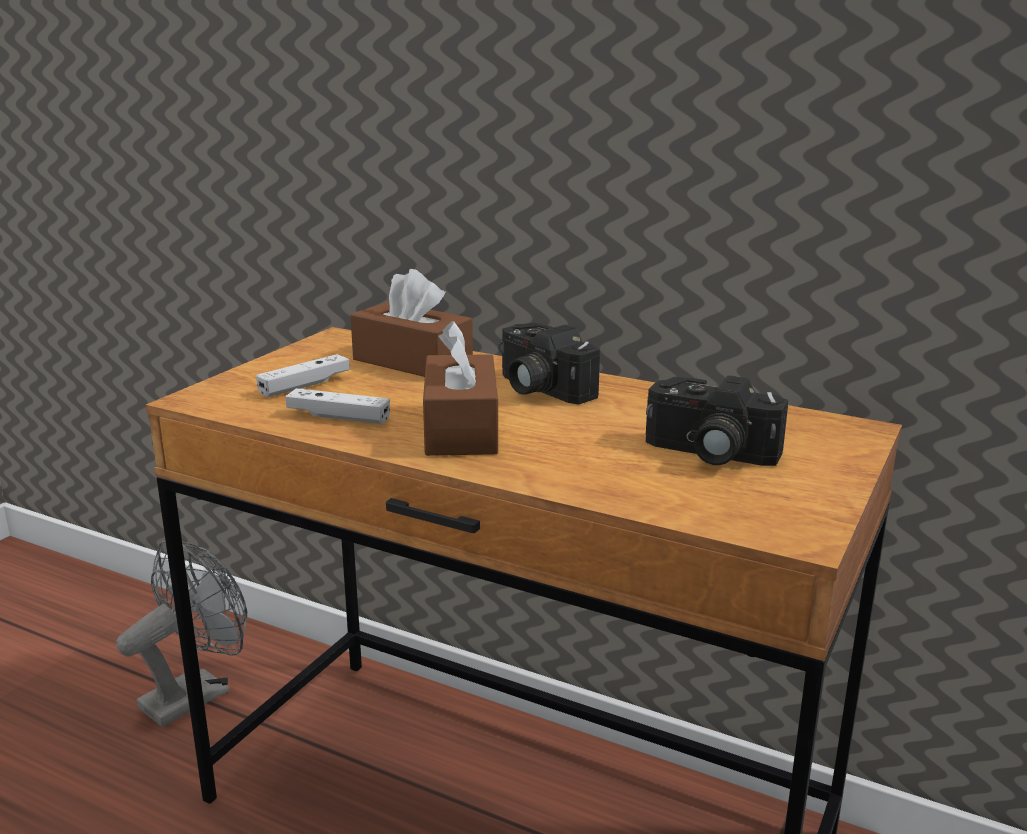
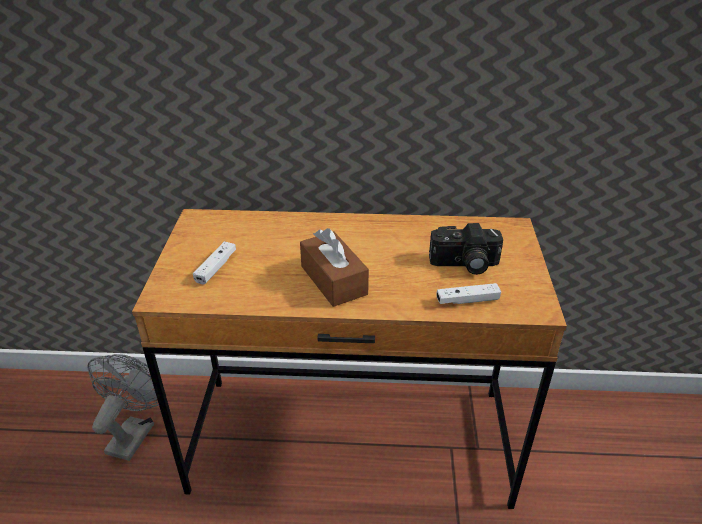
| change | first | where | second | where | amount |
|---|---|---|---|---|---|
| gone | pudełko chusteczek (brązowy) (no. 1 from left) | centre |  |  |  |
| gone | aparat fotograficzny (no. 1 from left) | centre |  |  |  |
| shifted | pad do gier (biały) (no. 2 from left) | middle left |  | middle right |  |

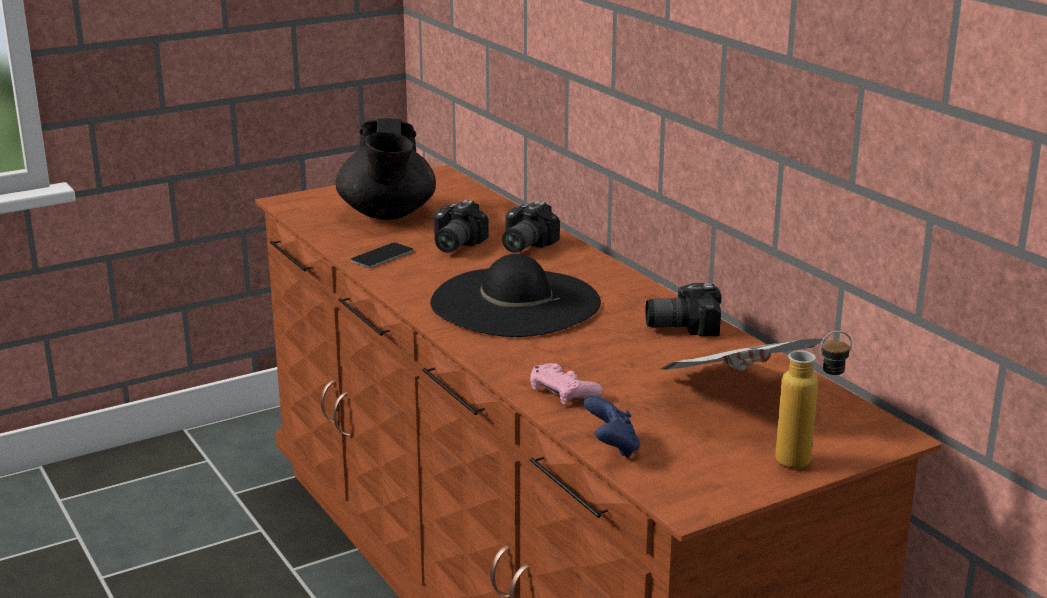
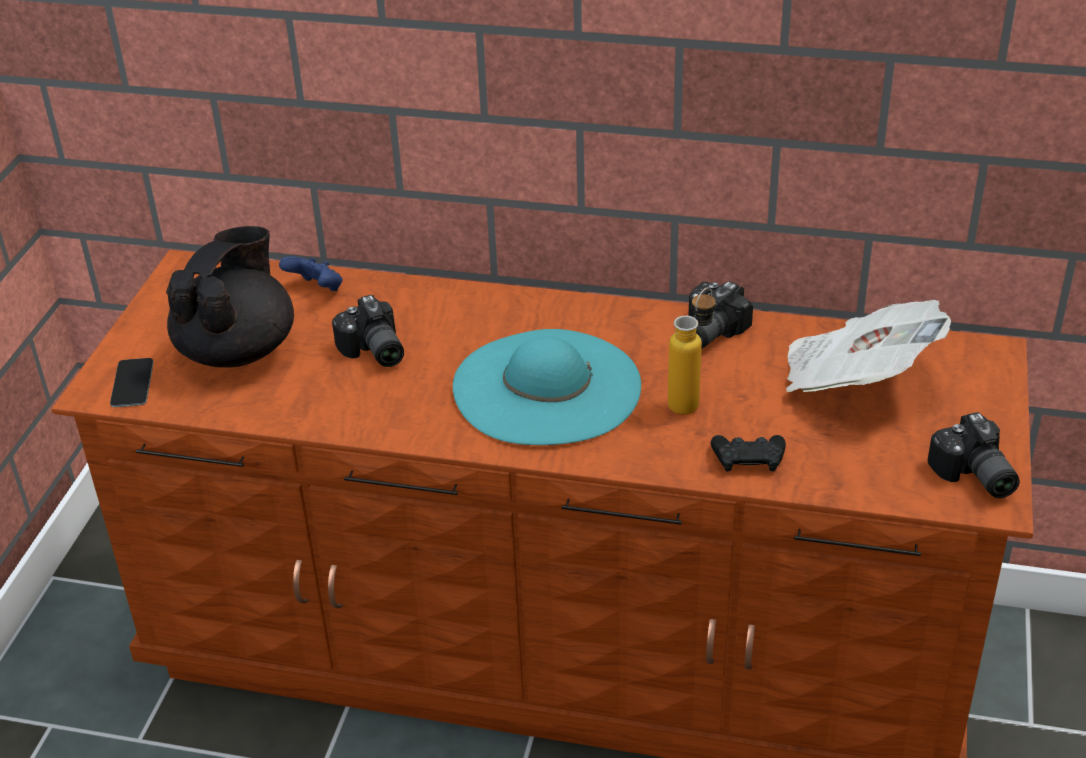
| change | first | where | second | where | amount |
|---|---|---|---|---|---|
| rotated | imbryk (czarny) | top centre |  | middle left | 105 degrees counterclockwise |
| shifted | aparat fotograficzny (no. 2 from left in the first image) | centre | aparat fotograficzny (no. 3 from left) | middle right |  |
| shifted | telefon | centre |  | middle left |  |
| repainted | kapelusz (czarny) | centre | kapelusz (turkusowy) | centre |  |
| shifted | butelka | bottom right |  | centre |  |
| repainted | pad do gier (różowy) | centre | pad do gier (czarny) | middle right |  |
| shifted | pad do gier (niebieski) | bottom centre |  | middle left |  |

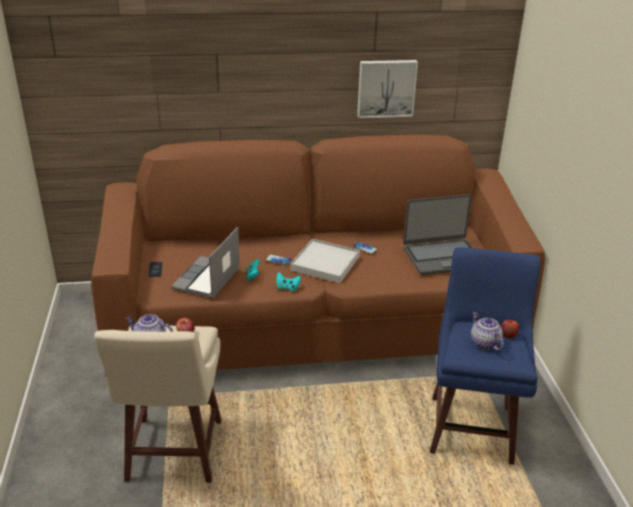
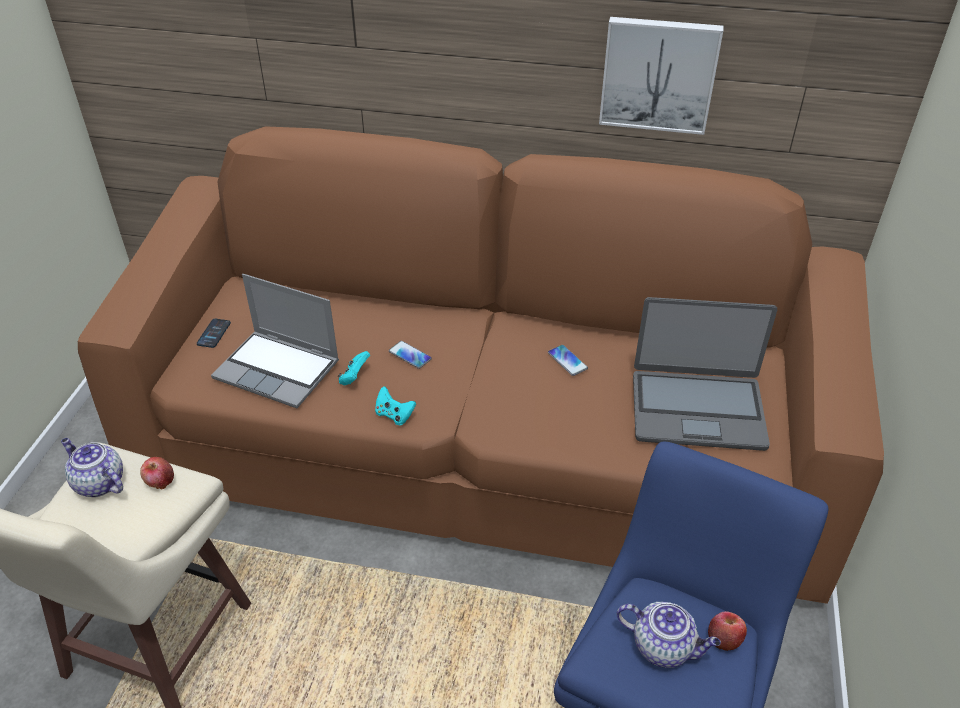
| change | first | where | second | where | amount |
|---|---|---|---|---|---|
| rotated | laptop (no. 1 from left) | middle left |  | middle left | 105 degrees counterclockwise |
| gone | taca (biały) | centre |  |  |  |
| rotated | imbryk (no. 2 from left) | middle right |  | bottom right | 120 degrees clockwise |

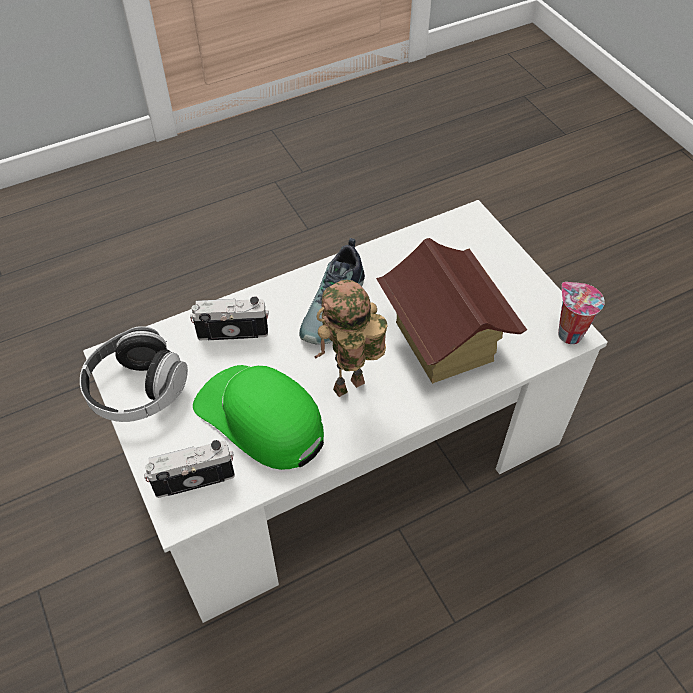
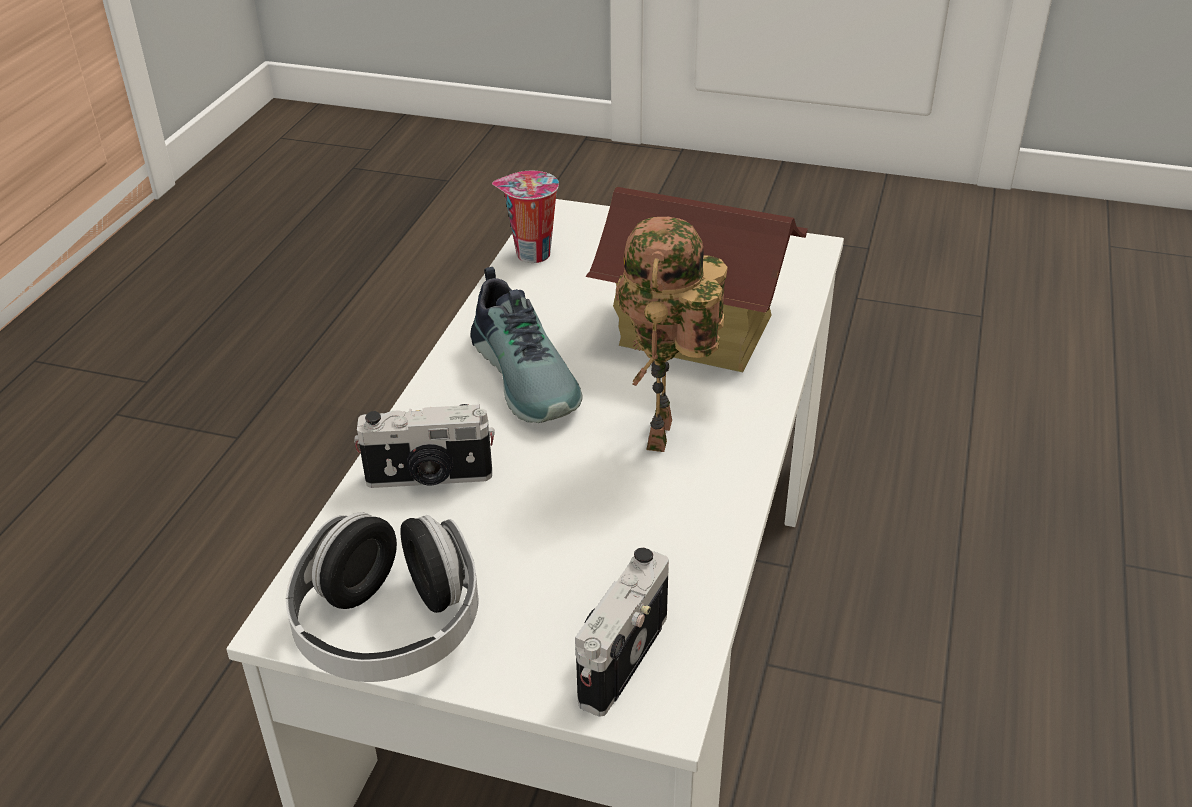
| change | first | where | second | where | amount |
|---|---|---|---|---|---|
| shifted | filiżanka | middle right |  | top centre |  |
| rotated | aparat fotograficzny (no. 2 from left in the first image) | middle left | aparat fotograficzny (no. 1 from left) | centre | 135 degrees counterclockwise |
| gone | czapka z daszkiem (zielony) | centre |  |  |  |

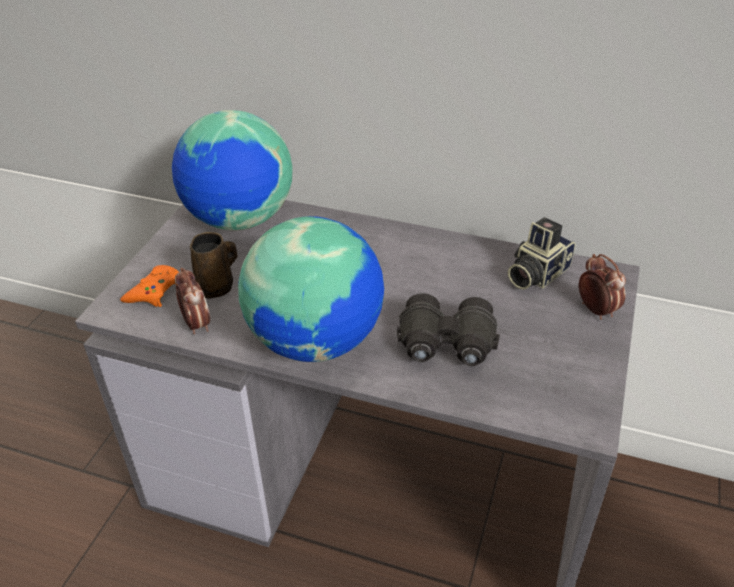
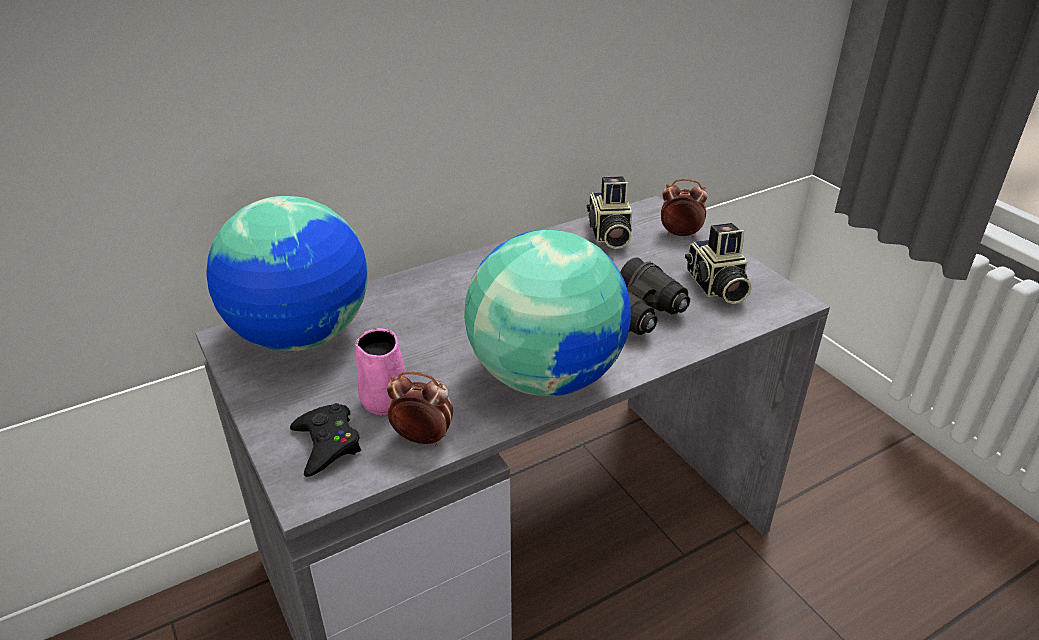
| change | first | where | second | where | amount |
|---|---|---|---|---|---|
| repainted | kubek (brązowy) | middle left | kubek (różowy) | centre |  |
| repainted | pad do gier (pomarańczowy) | middle left | pad do gier (czarny) | bottom left |  |
| new |  |  | aparat fotograficzny (no. 2 from left) | middle right |  |

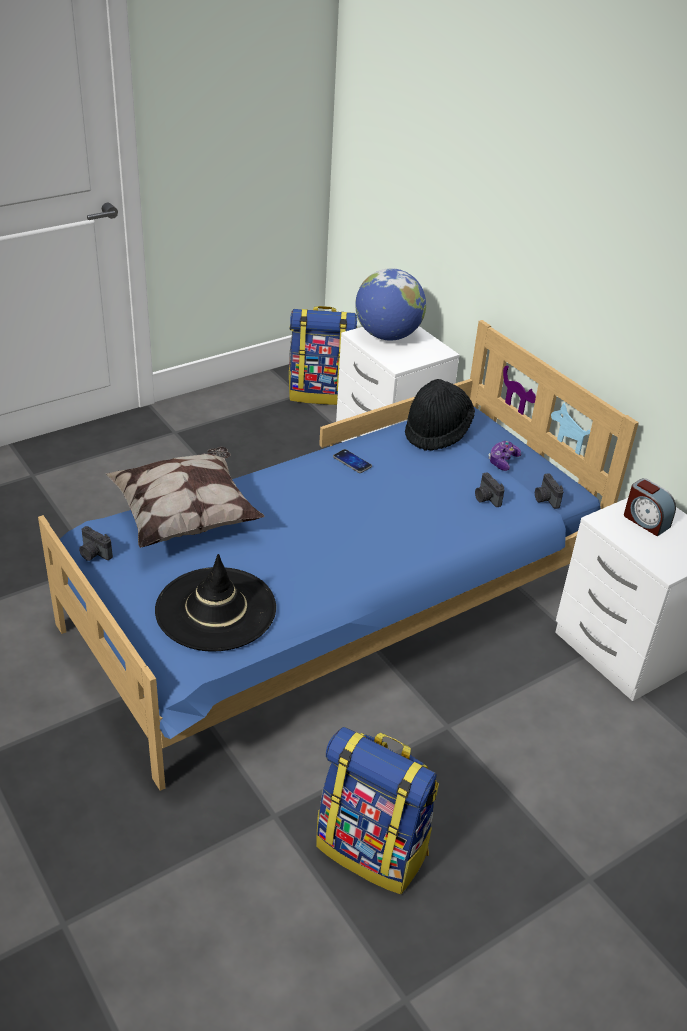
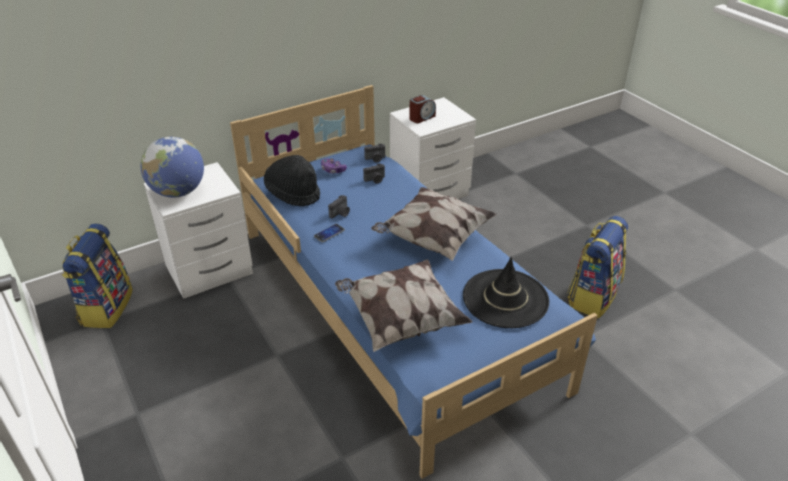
| change | first | where | second | where | amount |
|---|---|---|---|---|---|
| shifted | aparat fotograficzny (no. 1 from left) | middle left |  | centre |  |
| new |  |  | poduszka (no. 2 from left) | centre |  |

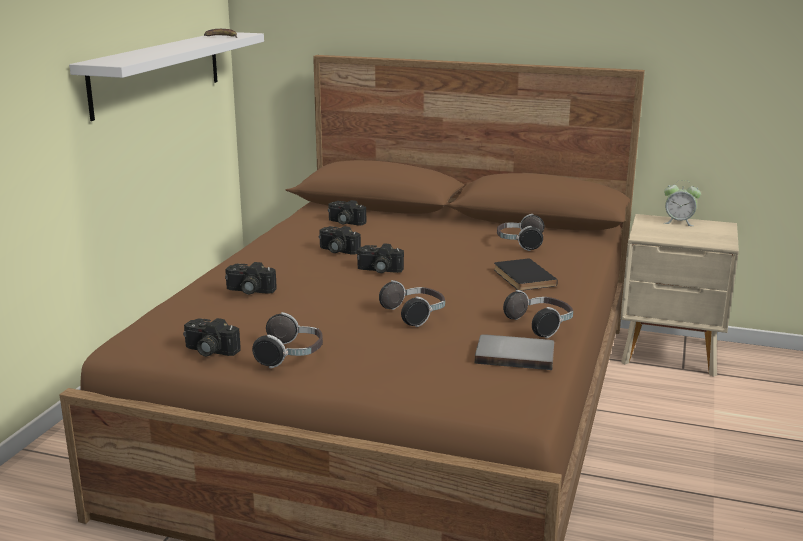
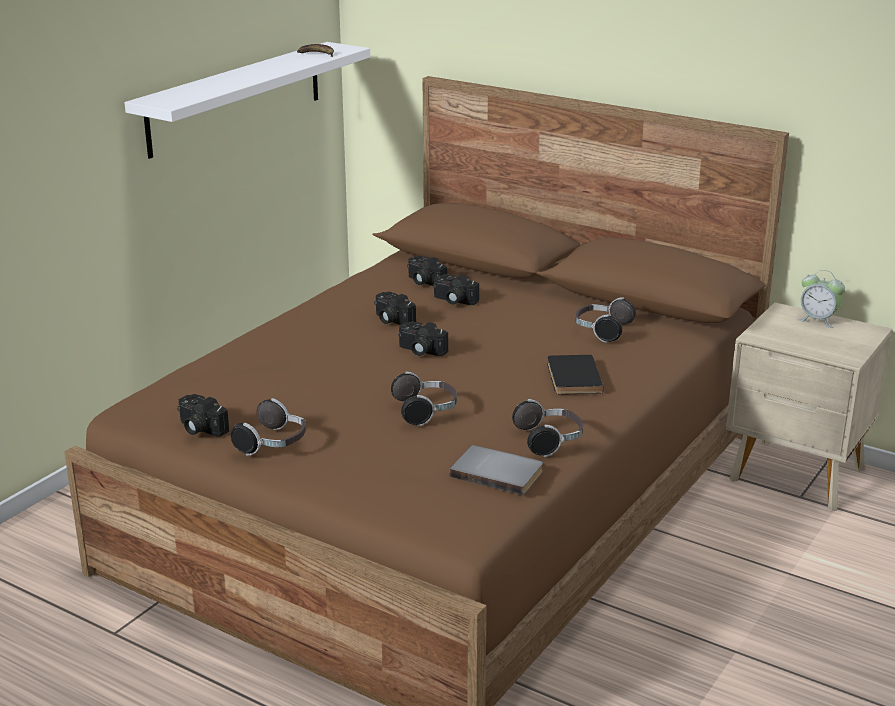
| change | first | where | second | where | amount |
|---|---|---|---|---|---|
| shifted | aparat fotograficzny (no. 2 from left in the first image) | middle left | aparat fotograficzny (no. 5 from left) | centre |  |

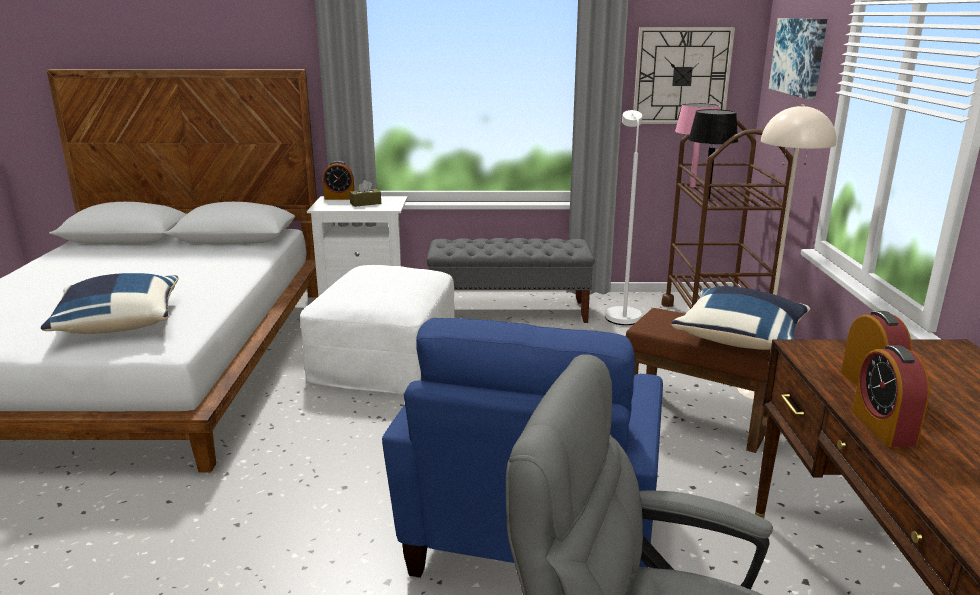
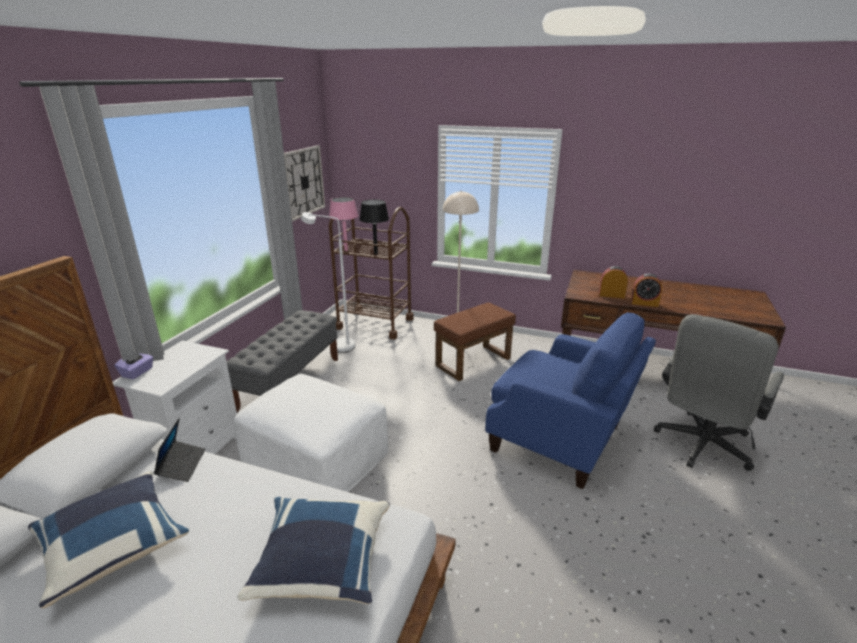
| change | first | where | second | where | amount |
|---|---|---|---|---|---|
| gone | obraz | top right |  |  |  |
| swapped | budzik (no. 1 from left) | top centre | pudełko chusteczek (fioletowy) | middle left |  |
| gone | pudełko chusteczek (brązowy) | top centre |  |  |  |
| shifted | poduszka (niebieski) (no. 2 from left in the first image) | middle right | poduszka (niebieski) (no. 1 from left) | bottom left |  |
| new |  |  | laptop | bottom left |  |

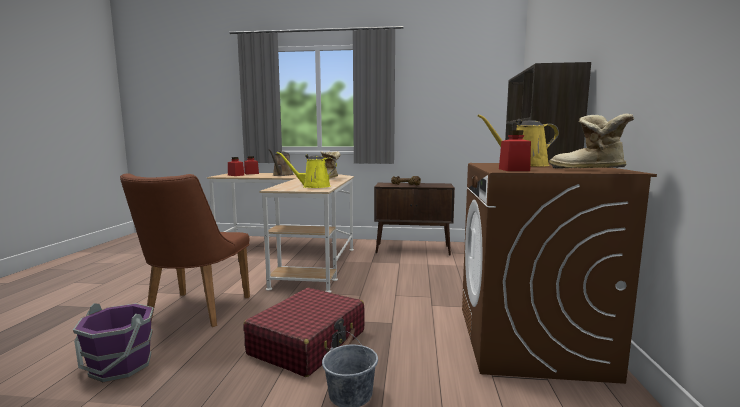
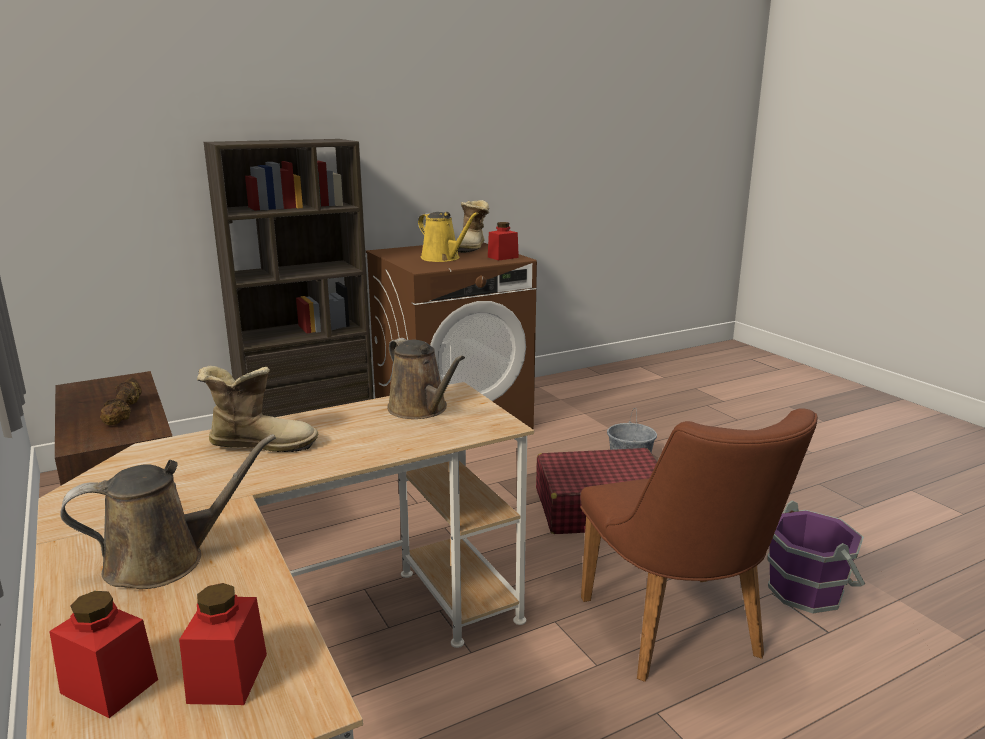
| change | first | where | second | where | amount |
|---|---|---|---|---|---|
| repainted | konewka (żółty) (no. 1 from left) | centre | konewka (brązowy) (no. 2 from left) | centre |  |
| rotated | krzesło (brązowy) | middle left |  | bottom right | 105 degrees clockwise |

